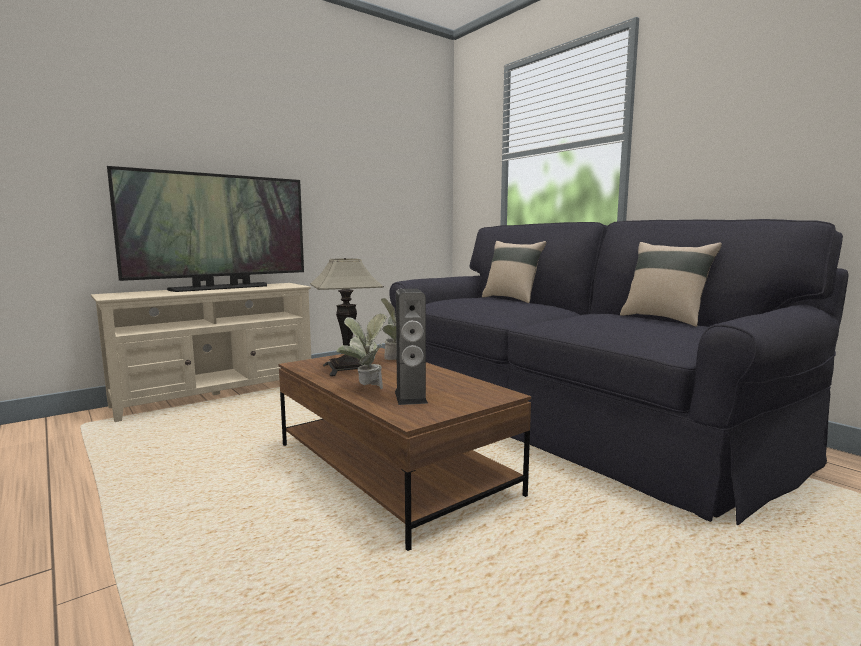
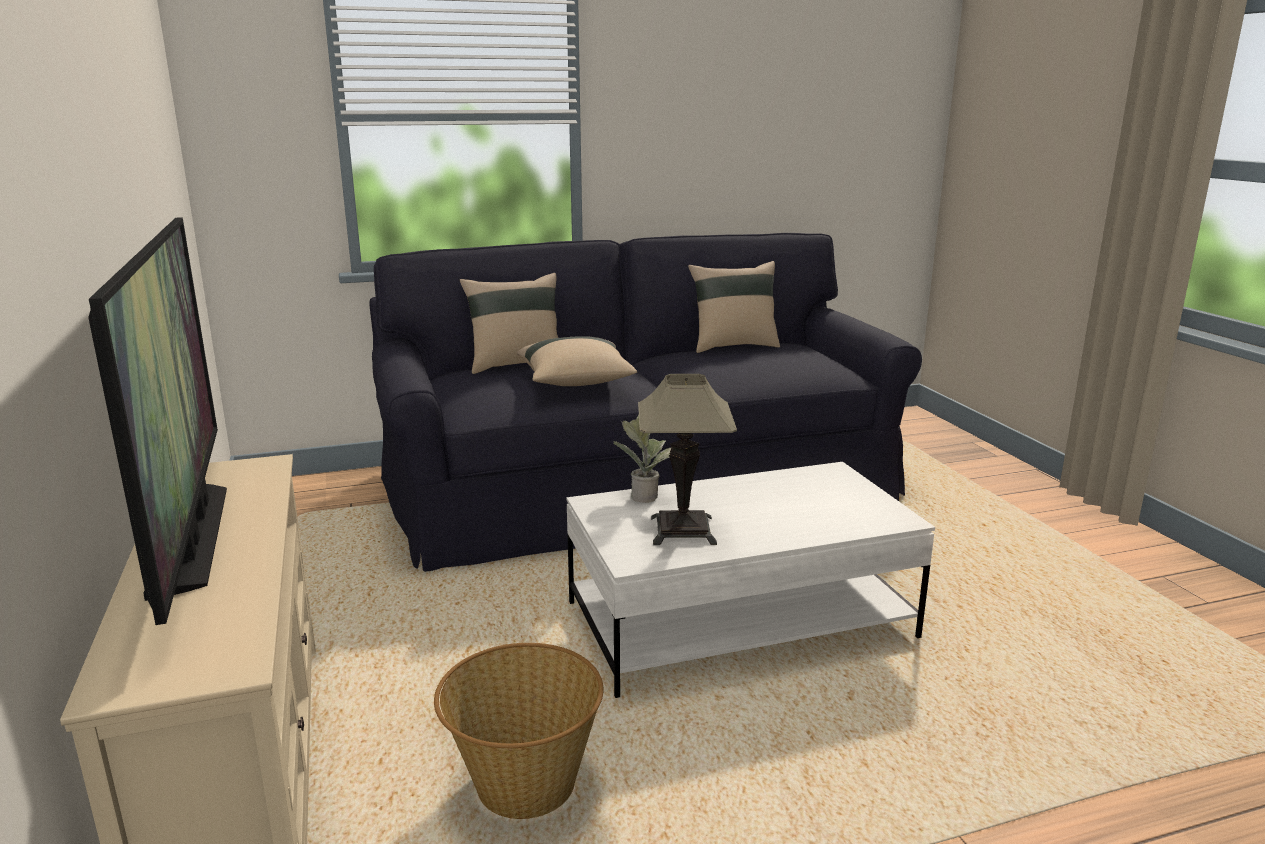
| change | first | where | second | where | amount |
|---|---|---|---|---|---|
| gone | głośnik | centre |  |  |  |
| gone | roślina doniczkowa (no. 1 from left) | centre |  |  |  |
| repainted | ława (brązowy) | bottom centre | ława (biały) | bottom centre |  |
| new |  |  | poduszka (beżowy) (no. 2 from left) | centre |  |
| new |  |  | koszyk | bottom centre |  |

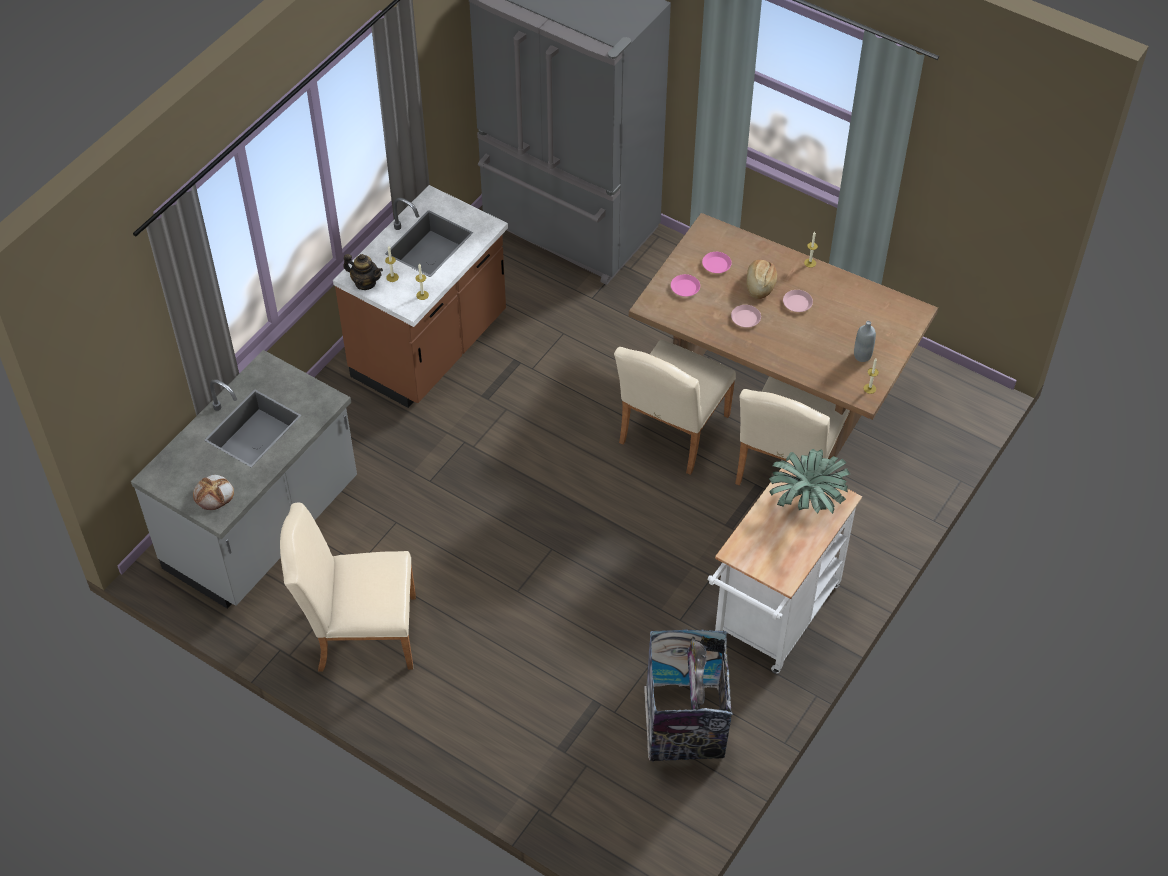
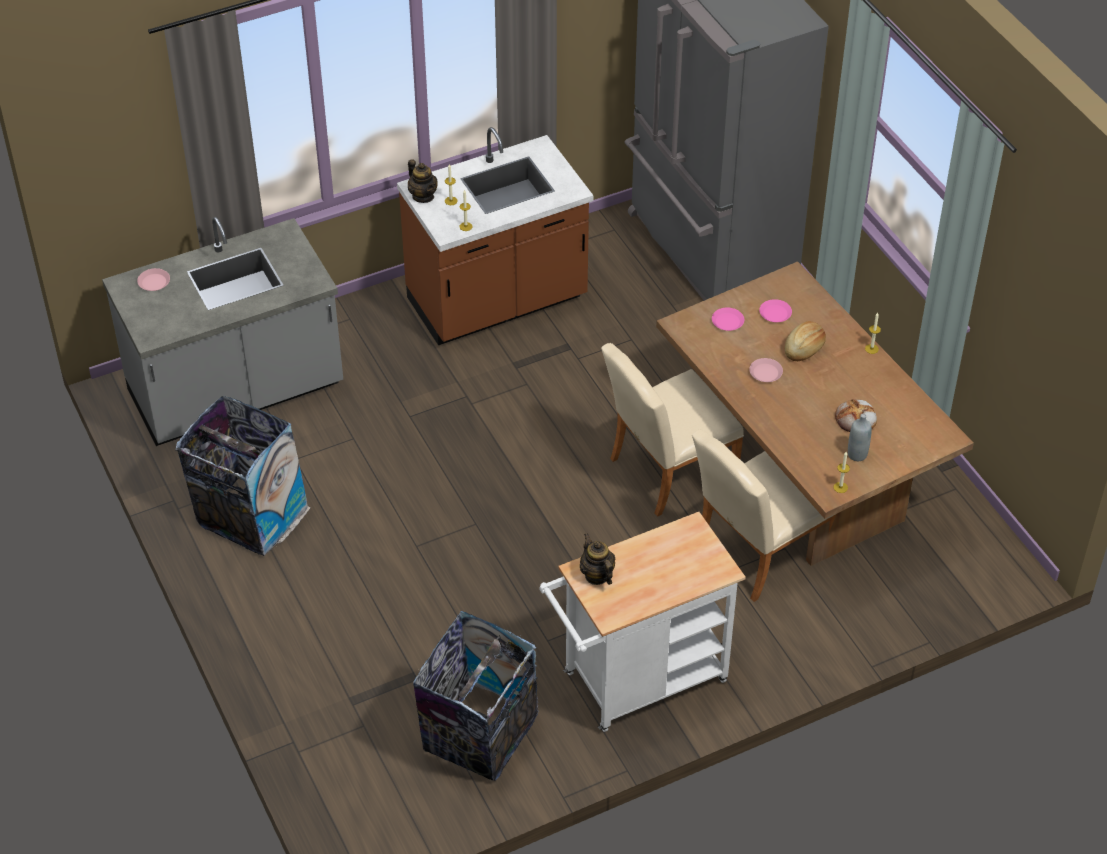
| change | first | where | second | where | amount |
|---|---|---|---|---|---|
| shifted | talerz (różowy) (no. 4 from left in the first image) | middle right | talerz (różowy) (no. 1 from left) | top left |  |
| gone | roślina doniczkowa | middle right |  |  |  |
| shifted | chleb (no. 1 from left in the first image) | middle left | chleb (no. 2 from left) | middle right |  |
| swapped | krzesło (beżowy) (no. 1 from left) | bottom left | kosz na śmieci (no. 1 from left) | middle left |  |
| new |  |  | imbryk (no. 2 from left) | centre |  |

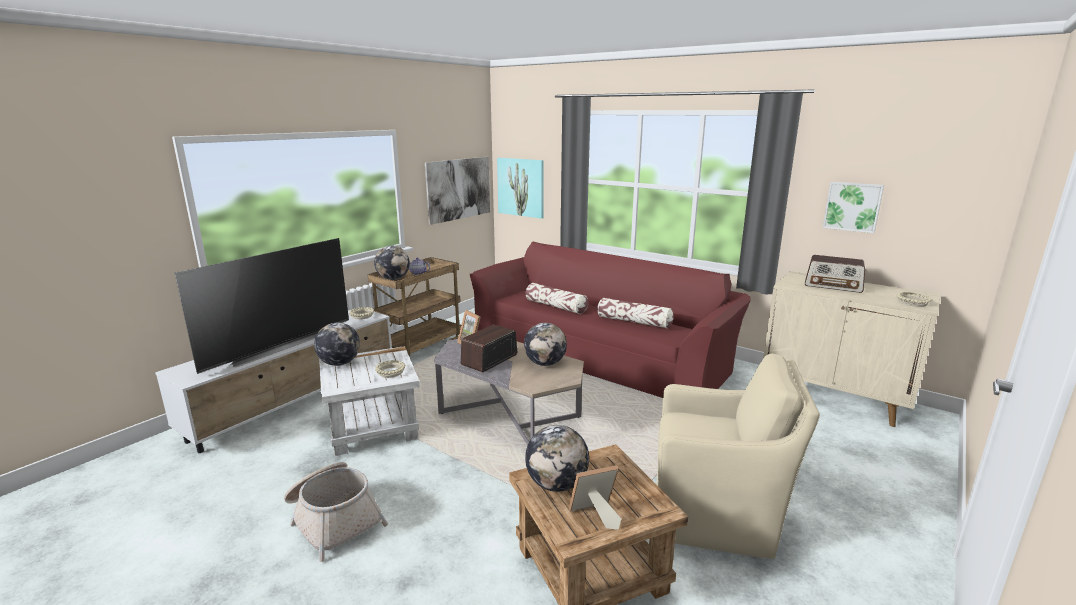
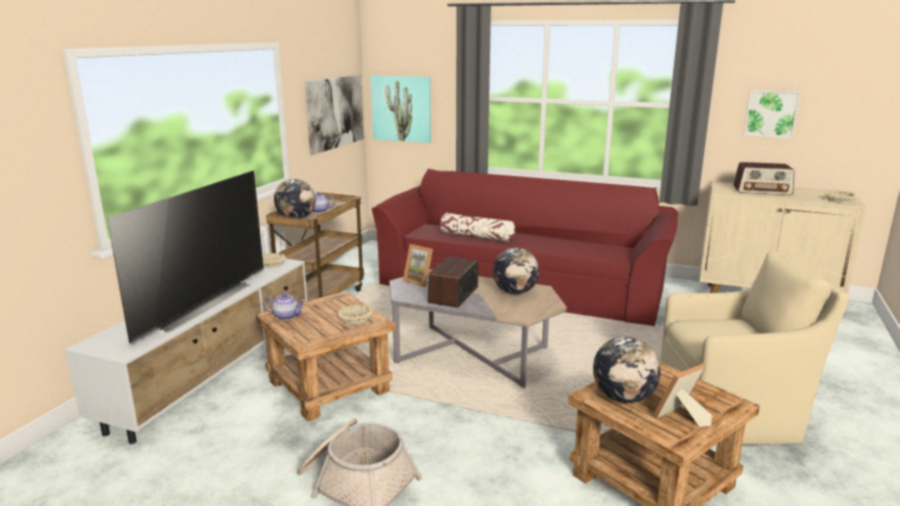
| change | first | where | second | where | amount |
|---|---|---|---|---|---|
| gone | poduszka (no. 2 from left) | centre |  |  |  |
| swapped | globus (no. 1 from left) | middle left | imbryk (no. 1 from left) | middle left |  |
| repainted | stolik (biały) | centre | stolik (brązowy) (no. 1 from left) | bottom centre |  |

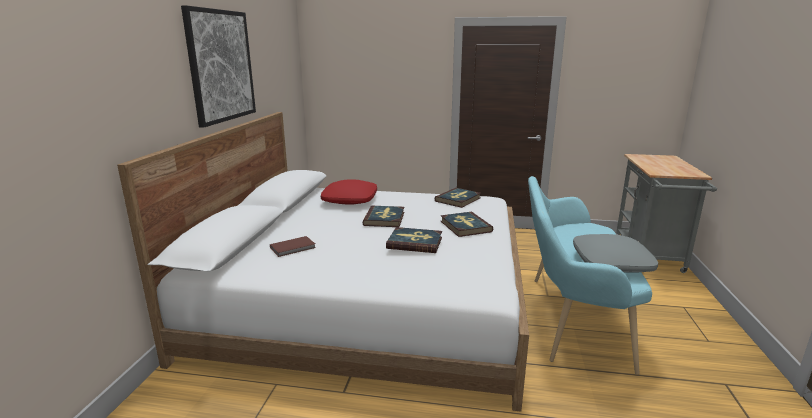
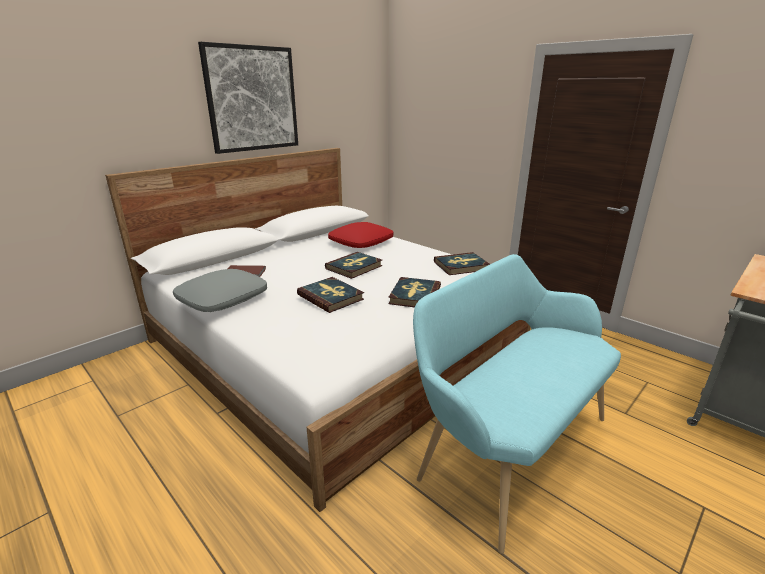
| change | first | where | second | where | amount |
|---|---|---|---|---|---|
| shifted | poduszka (szary) | middle right |  | middle left |  |

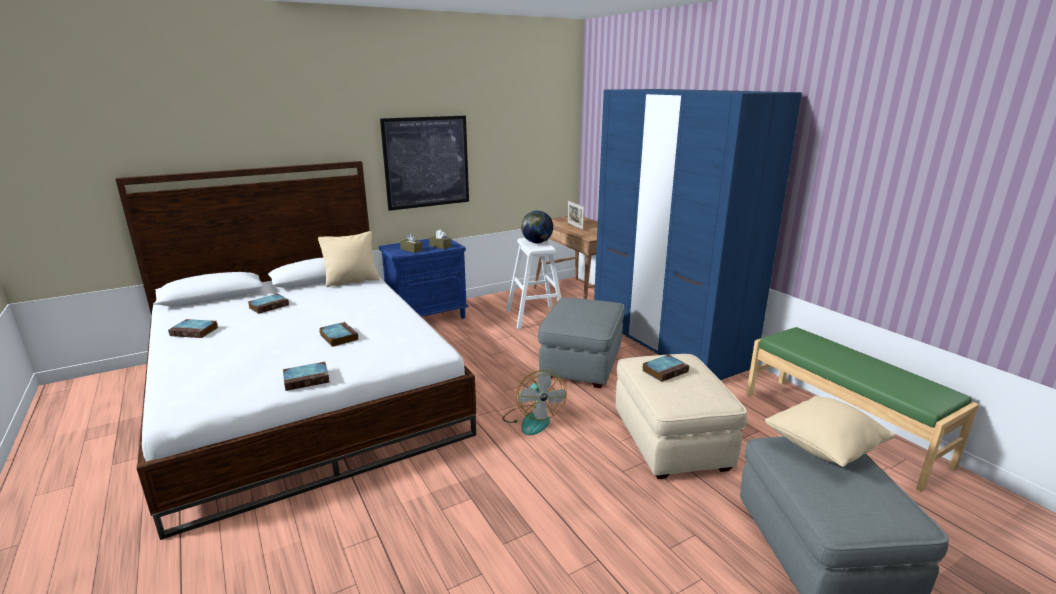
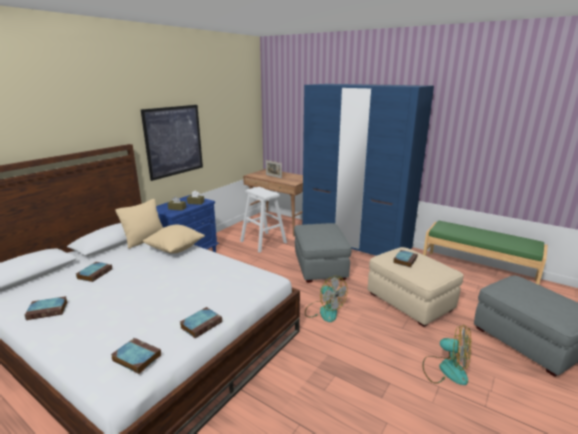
| change | first | where | second | where | amount |
|---|---|---|---|---|---|
| gone | globus | centre |  |  |  |
| shifted | książka (no. 4 from left in the first image) | middle left | książka (no. 3 from left) | bottom left |  |
| shifted | poduszka (beżowy) (no. 2 from left) | bottom right |  | middle left |  |
| new |  |  | wentylator (no. 2 from left) | bottom right |  |

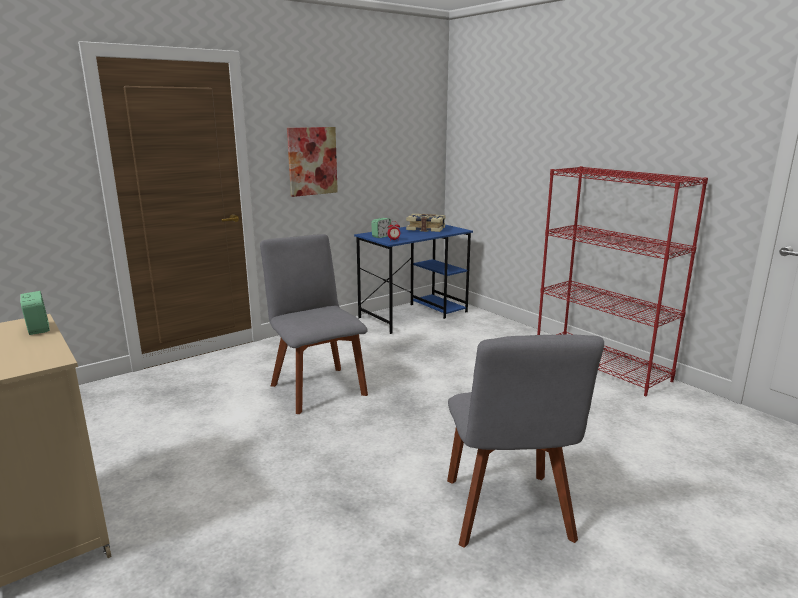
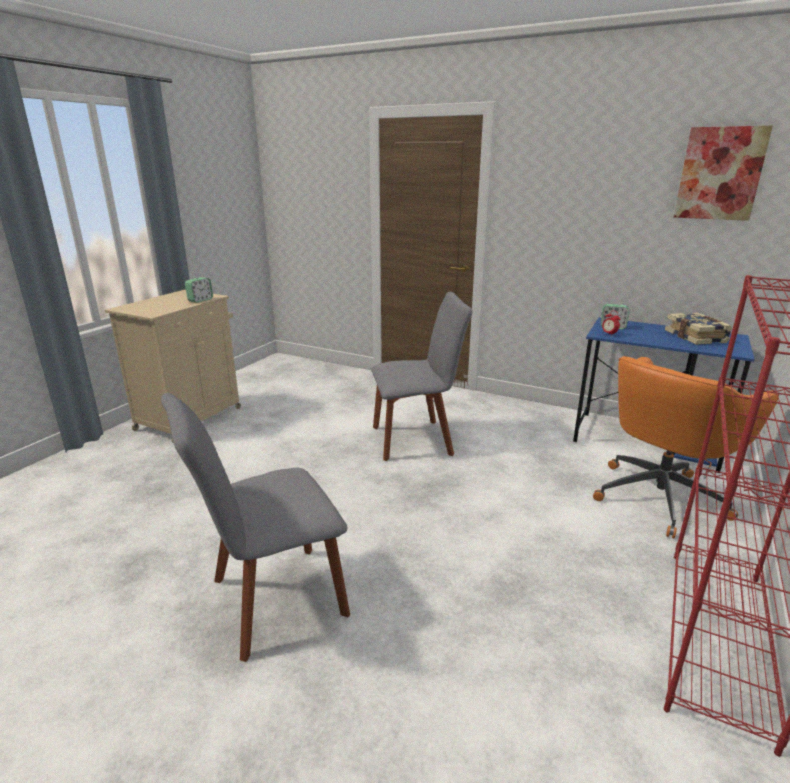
| change | first | where | second | where | amount |
|---|---|---|---|---|---|
| shifted | obraz | top centre |  | top right |  |
| rotated | krzesło (szary) (no. 1 from left in the first image) | centre | krzesło (szary) (no. 2 from left) | centre | 45 degrees clockwise |
| new |  |  | krzesło biurowe (pomarańczowy) | middle right |  |

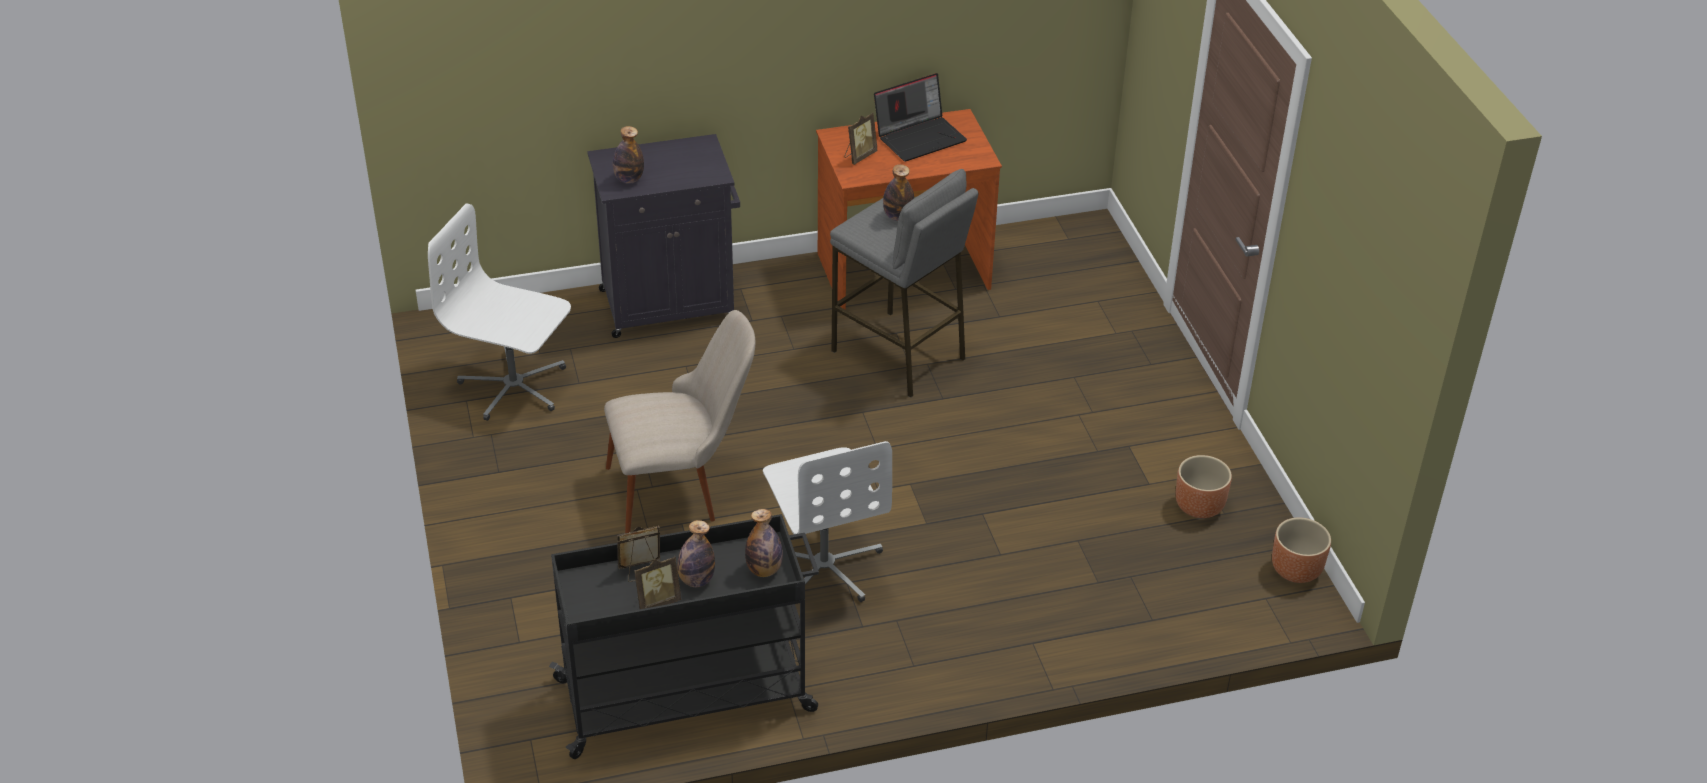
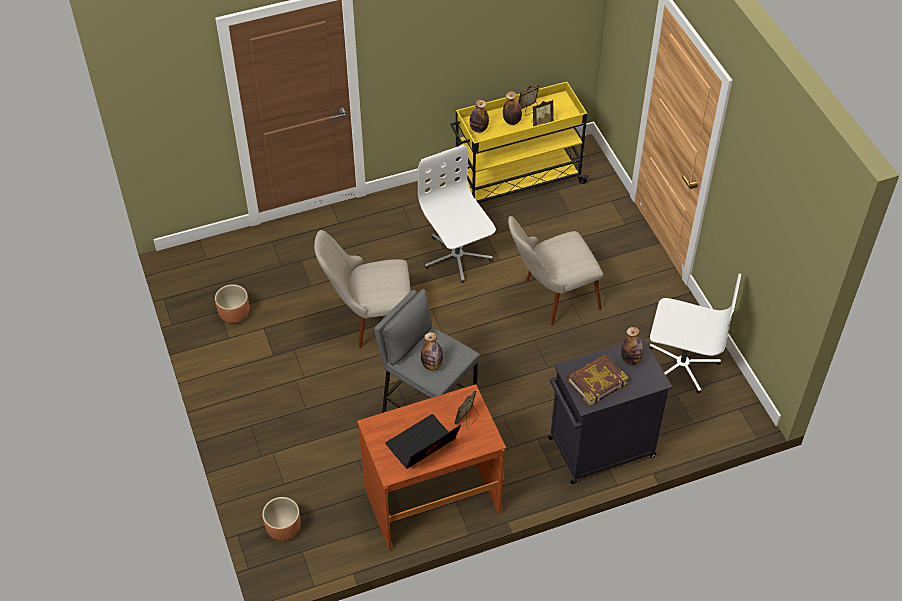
| change | first | where | second | where | amount |
|---|---|---|---|---|---|
| repainted | wózek (czarny) | bottom centre | wózek (żółty) | top centre |  |
| shifted | donica (brązowy) (no. 2 from left) | bottom right |  | bottom left |  |
| new |  |  | krzesło (beżowy) (no. 1 from left) | centre |  |
| new |  |  | książka | centre |  |

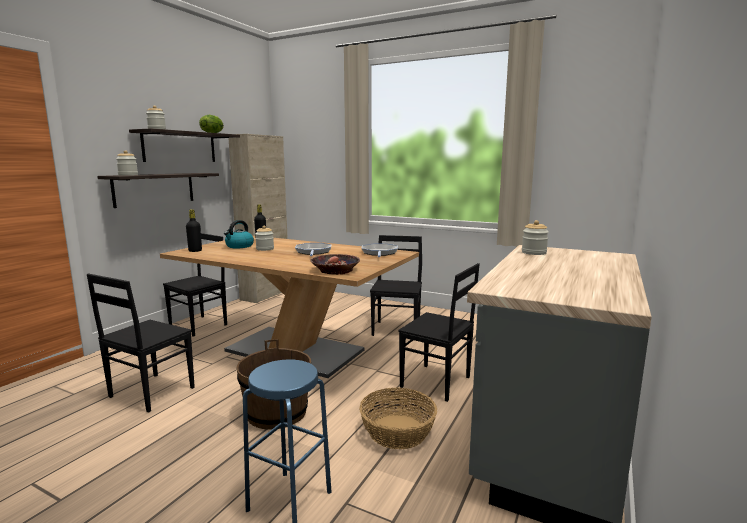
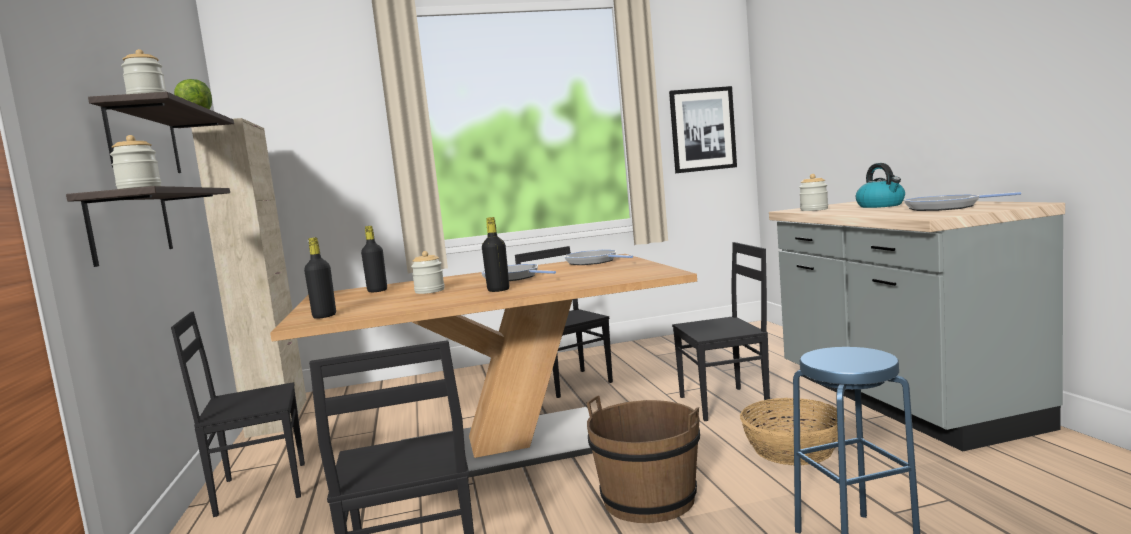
| change | first | where | second | where | amount |
|---|---|---|---|---|---|
| shifted | czajnik | middle left |  | middle right |  |
| rotated | krzesło (czarny) (no. 2 from left in the first image) | middle left | krzesło (czarny) (no. 1 from left) | bottom left | 105 degrees counterclockwise |
| gone | miska | centre |  |  |  |
| new |  |  | obraz | top centre |  |
| new |  |  | patelnia (no. 3 from left) | middle right |  |
| new |  |  | butelka (czarny) (no. 3 from left) | centre |  |

